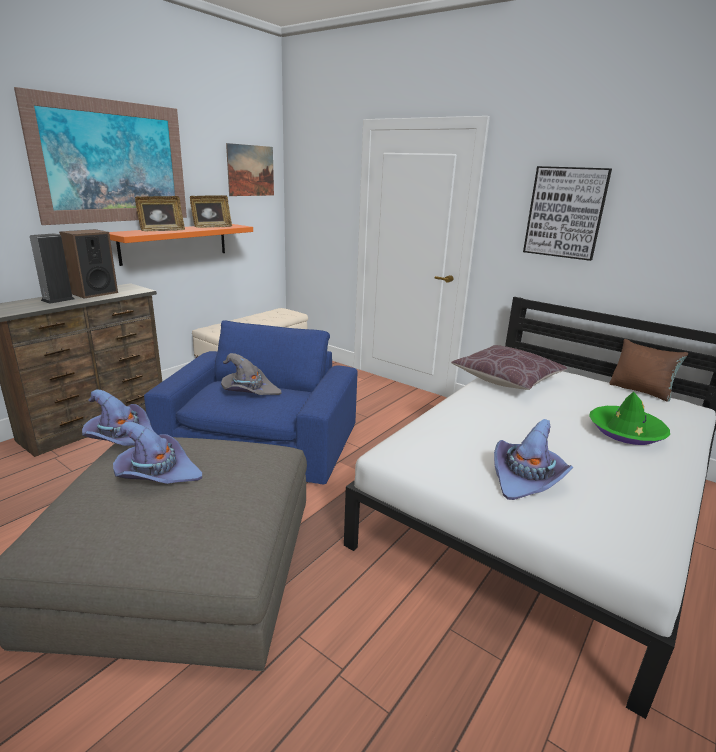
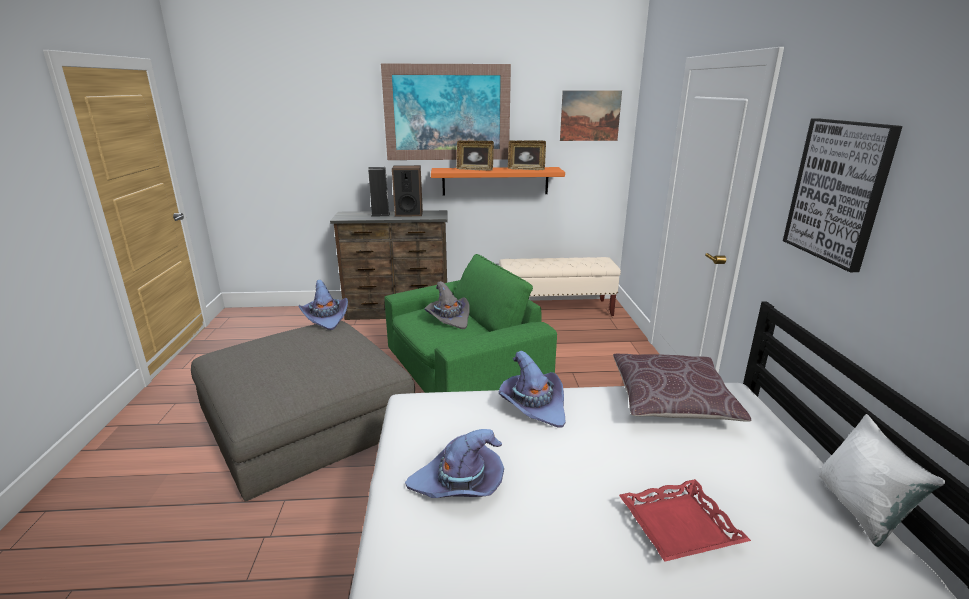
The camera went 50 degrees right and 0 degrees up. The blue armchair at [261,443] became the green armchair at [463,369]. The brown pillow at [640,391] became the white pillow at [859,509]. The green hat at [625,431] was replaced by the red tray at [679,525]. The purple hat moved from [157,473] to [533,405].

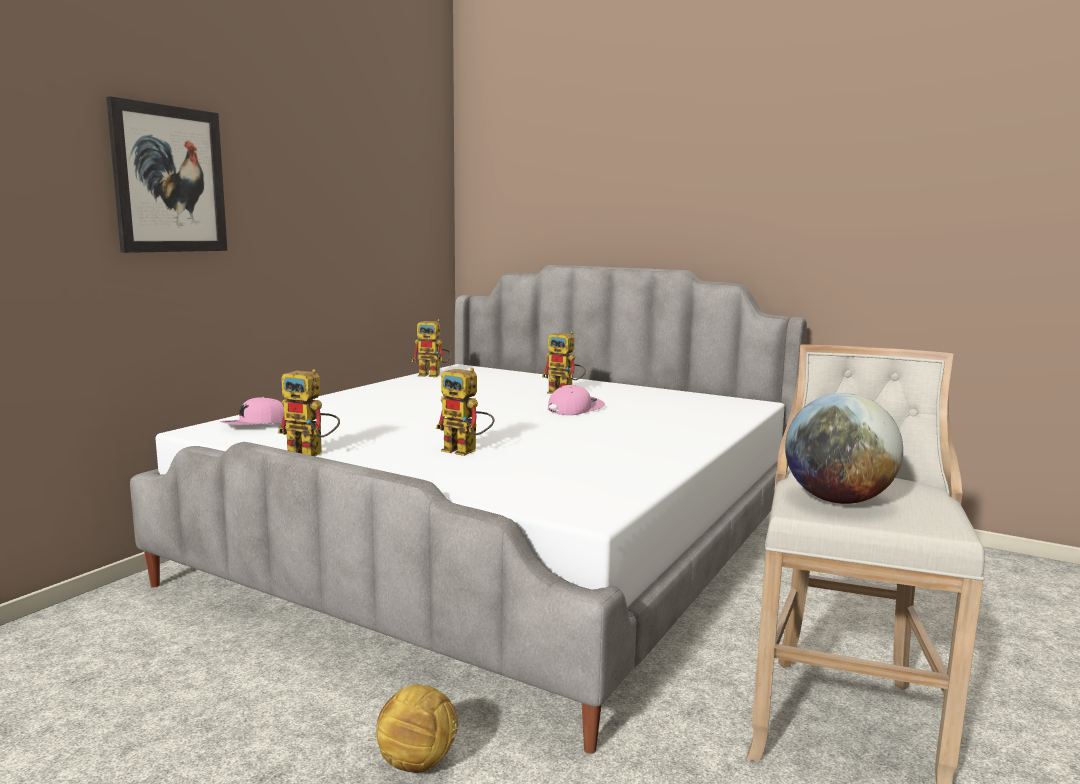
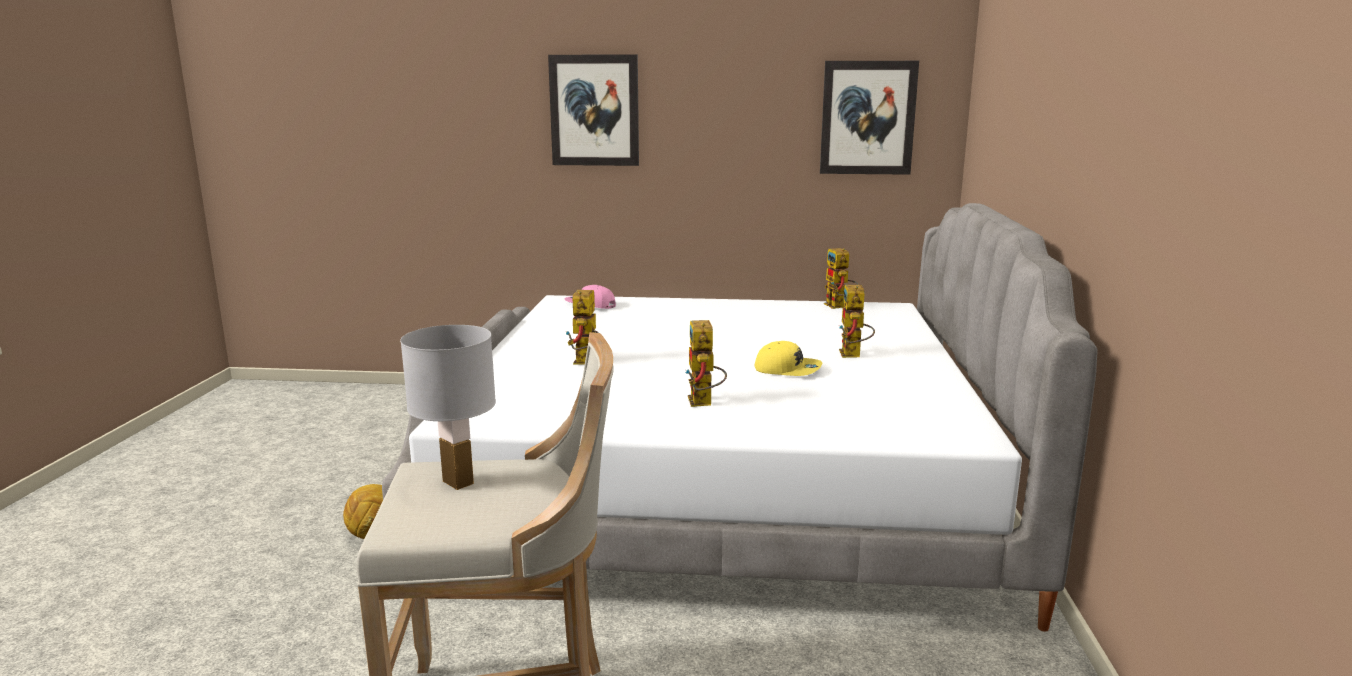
The camera went 65 degrees right and 5 degrees up. The toy robot moved from [312,454] to [704,403]. The pink cap at [575,409] became the yellow cap at [788,369]. The globe at [837,500] was replaced by the white table lamp at [459,482]. The picture at [867,118] appeared.

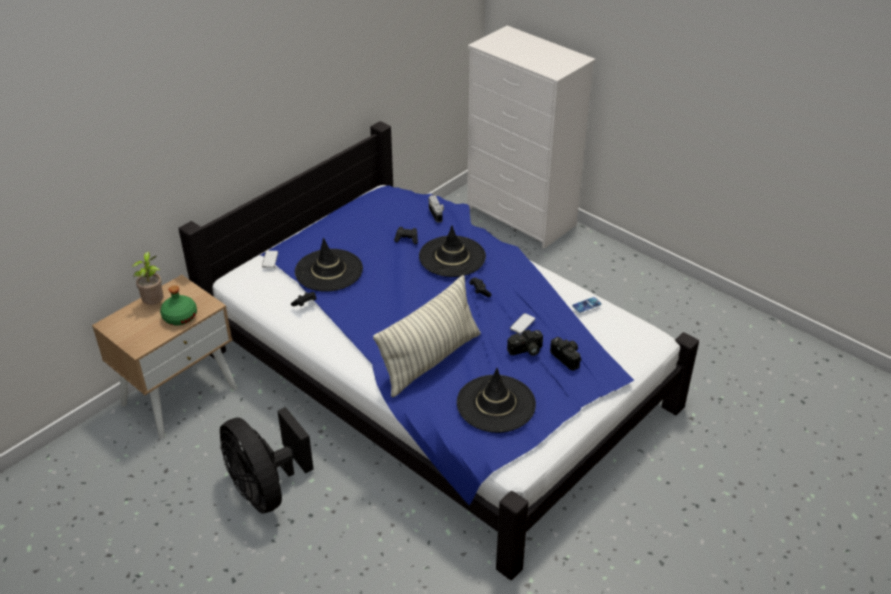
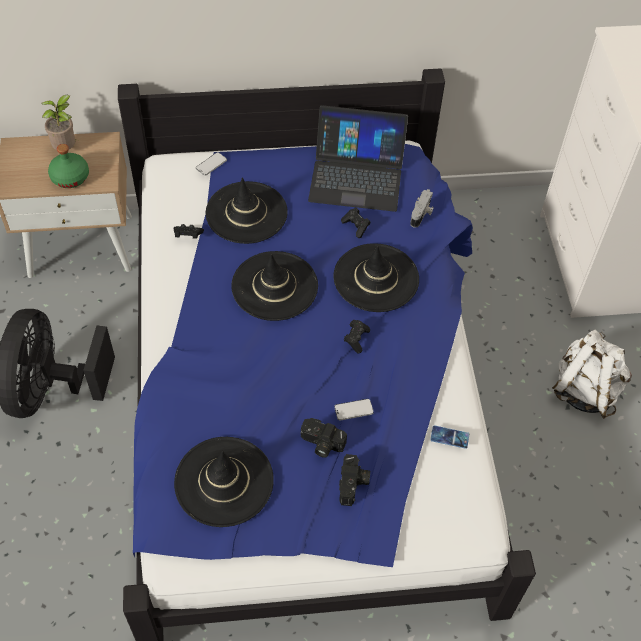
The camera went 40 degrees right and 15 degrees up. The pillow at [430,360] disappeared. The laptop at [356,176] appeared. The black hat at [275,286] appeared. The white backpack at [584,390] appeared.

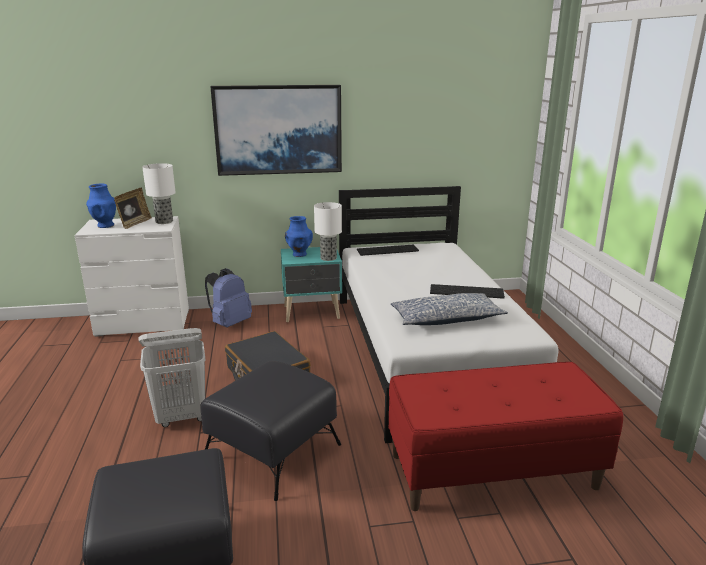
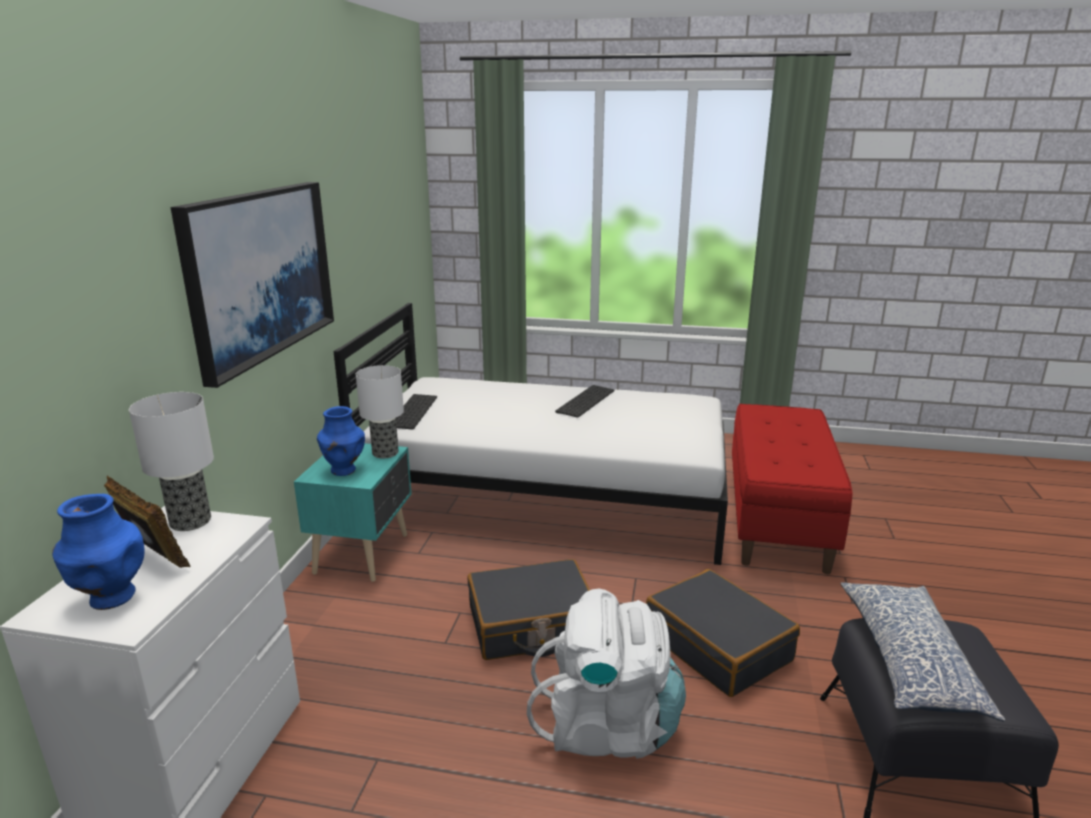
The camera went 70 degrees left and 0 degrees up. The blue backpack at [229,323] disappeared. The pillow moved from [446,319] to [907,660]. The white laundry basket at [182,417] was replaced by the white backpack at [608,727]. The black ottoman at [273,451] was replaced by the black suitcase at [718,646].

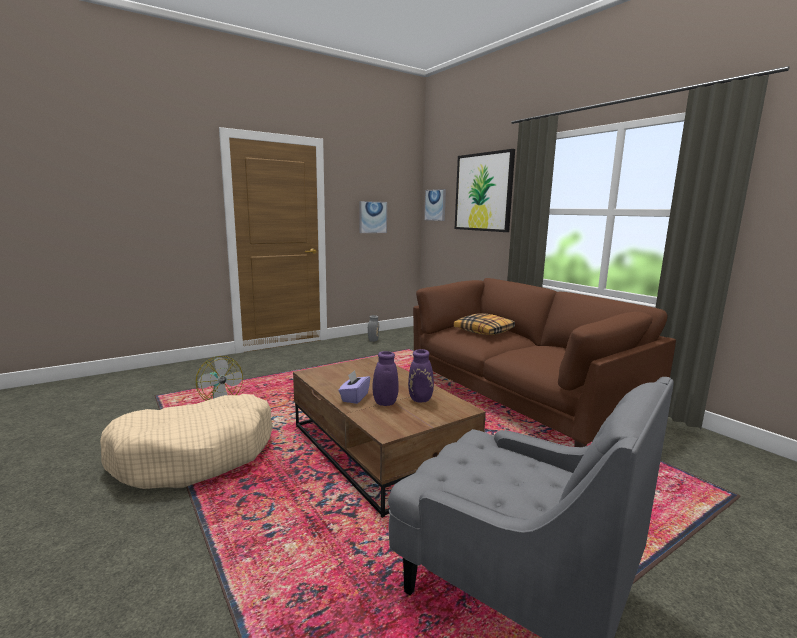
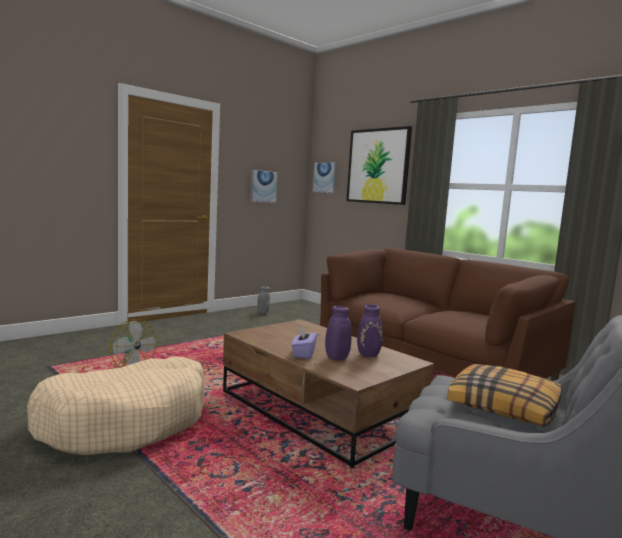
The camera went 10 degrees left and 5 degrees down. The pillow moved from [484,331] to [504,407].

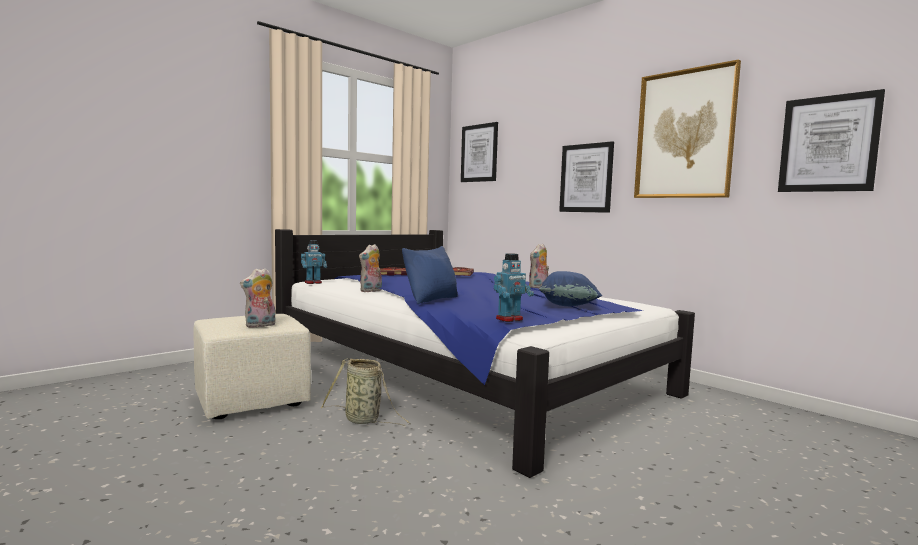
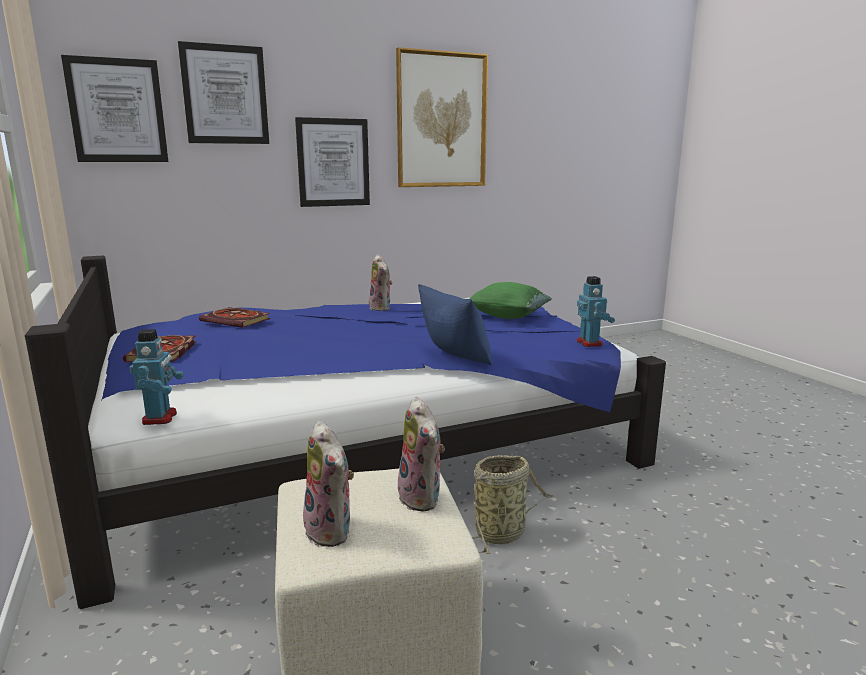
The camera went 70 degrees left and 10 degrees up. The picture moved from [828,144] to [225,95]. The plush toy moved from [371,291] to [332,531]. The blue pillow at [568,305] became the green pillow at [508,317].

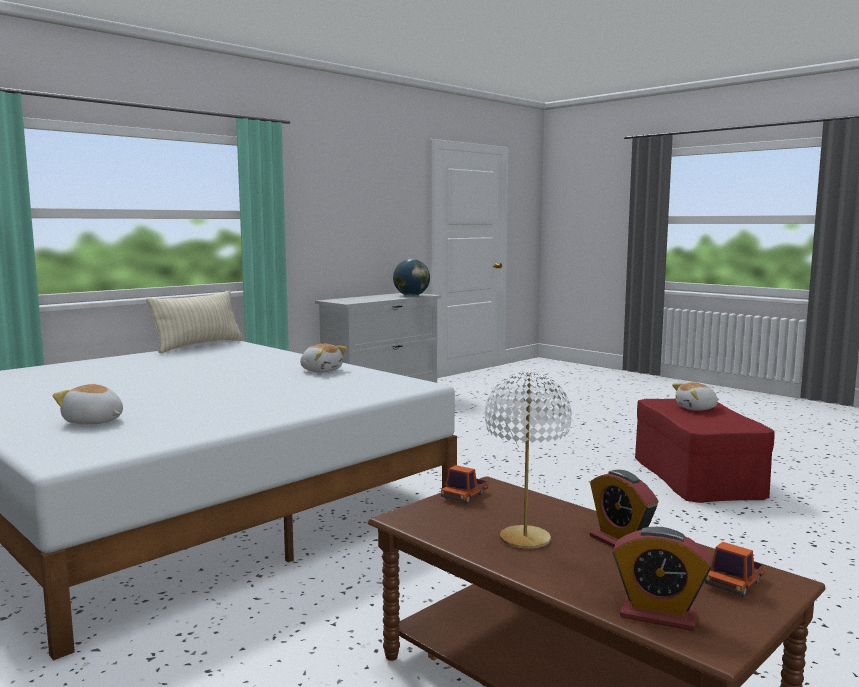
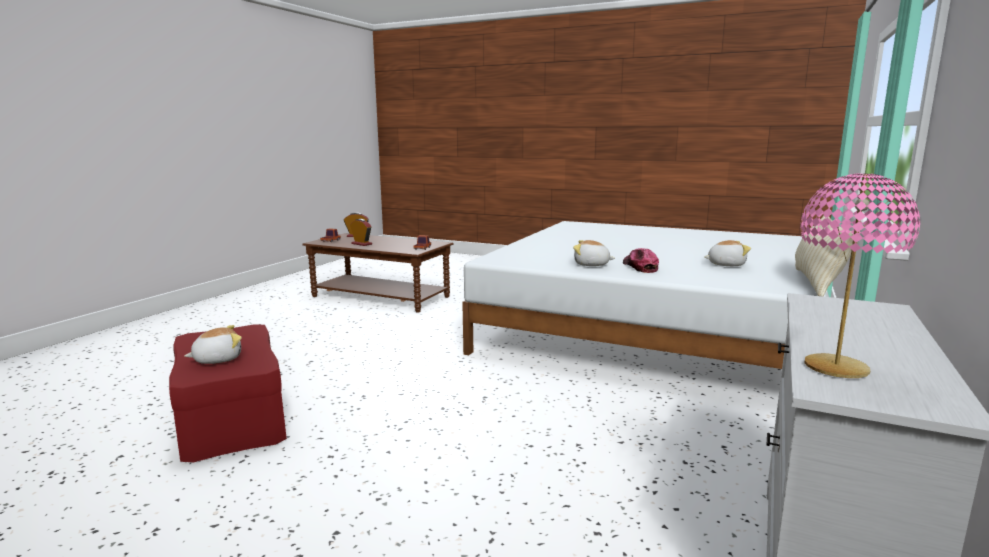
The camera went 160 degrees right and 5 degrees up. The globe at [411,296] was replaced by the pink table lamp at [837,368]. The white table lamp at [525,539] disappeared. The plush toy moved from [93,422] to [725,264]. The cap at [640,267] appeared.

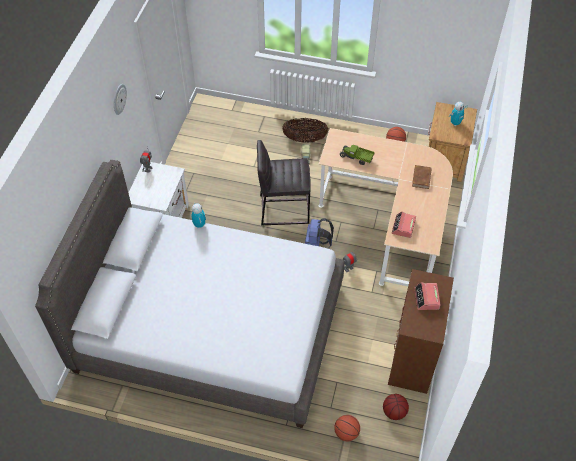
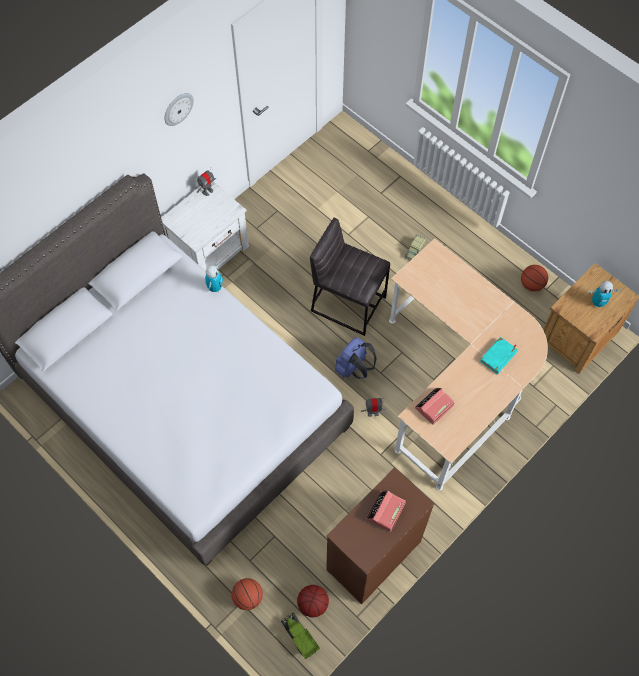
The camera went 30 degrees right and 10 degrees up. The basket at [304,139] disappeared. The toy truck moved from [356,158] to [299,637]. The brown book at [421,178] became the turquoise book at [498,356].

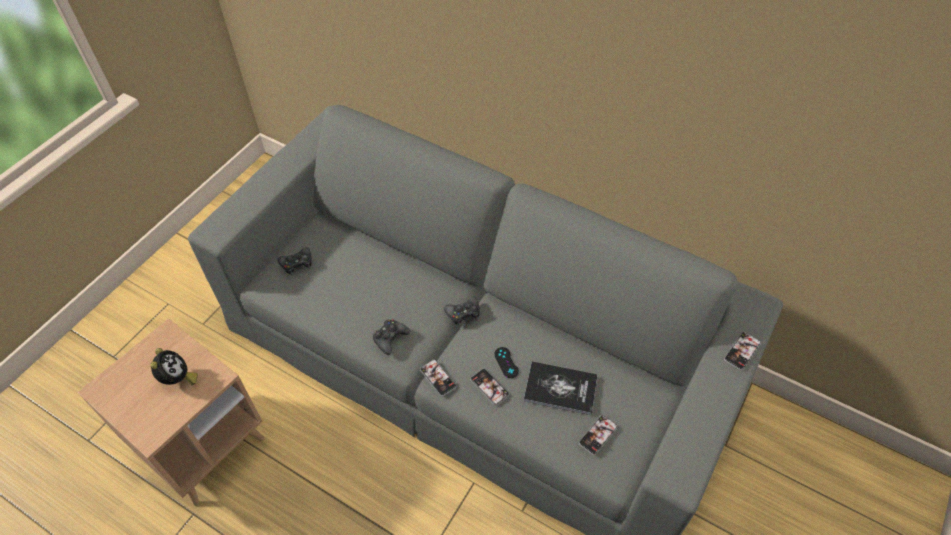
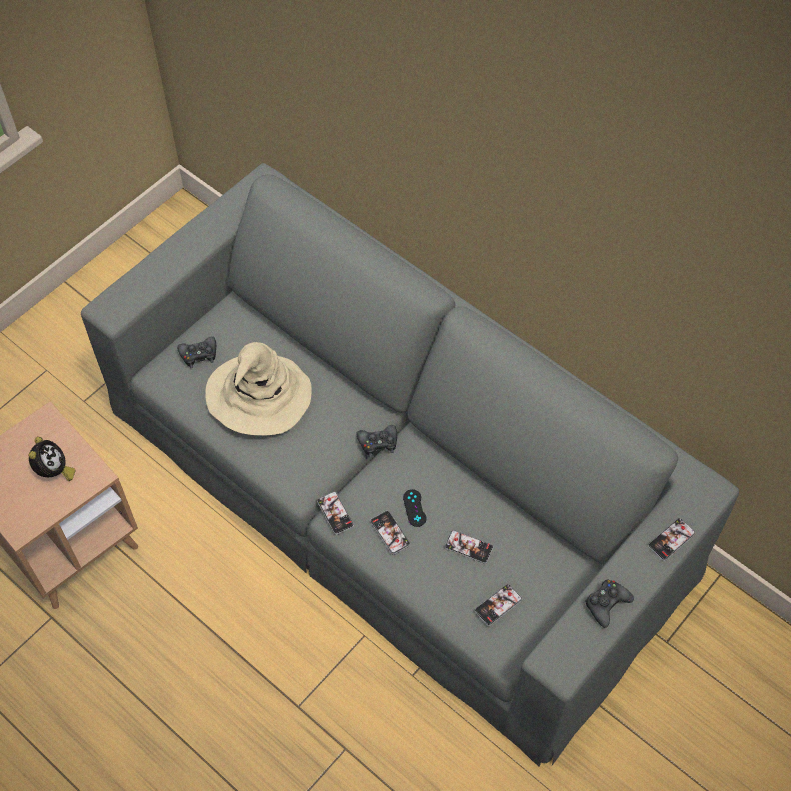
The camera went 10 degrees right and 5 degrees up. The black game controller moved from [390,338] to [606,604]. The book at [560,388] was replaced by the phone at [468,547]. The beige hat at [258,396] appeared.

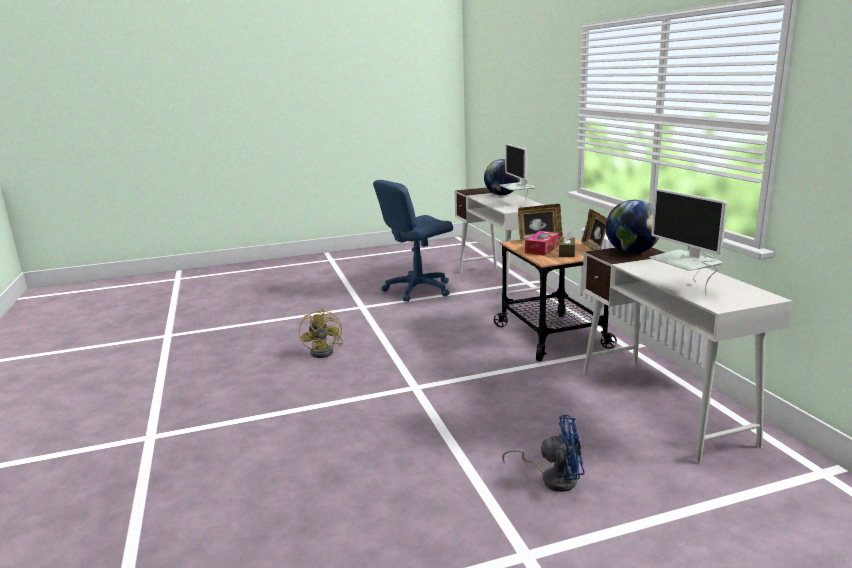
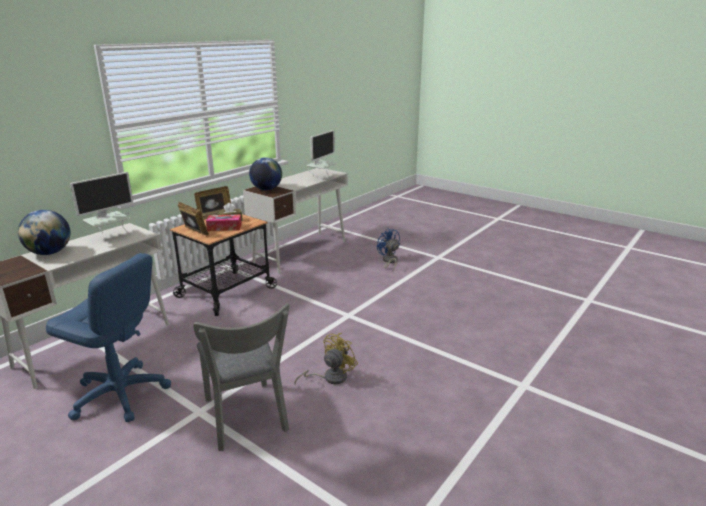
The camera went 125 degrees left and 5 degrees up. The grey chair at [246,419] appeared.

